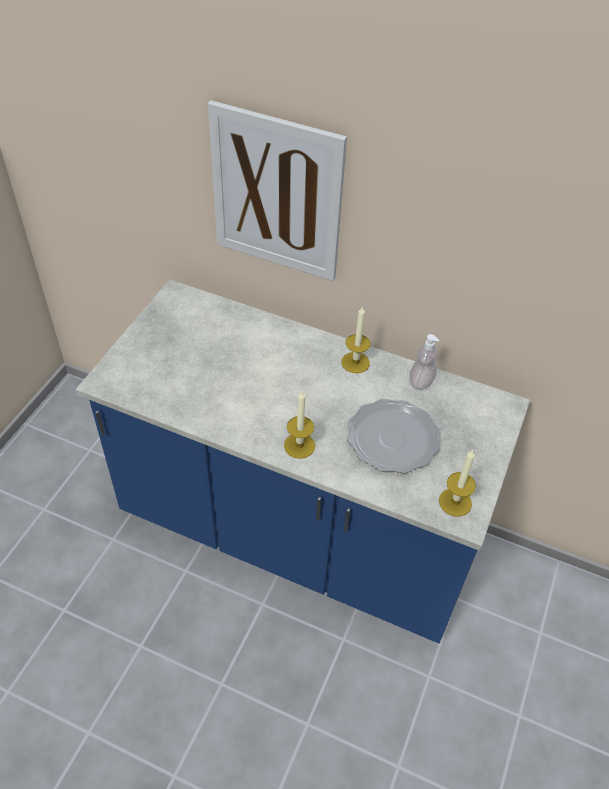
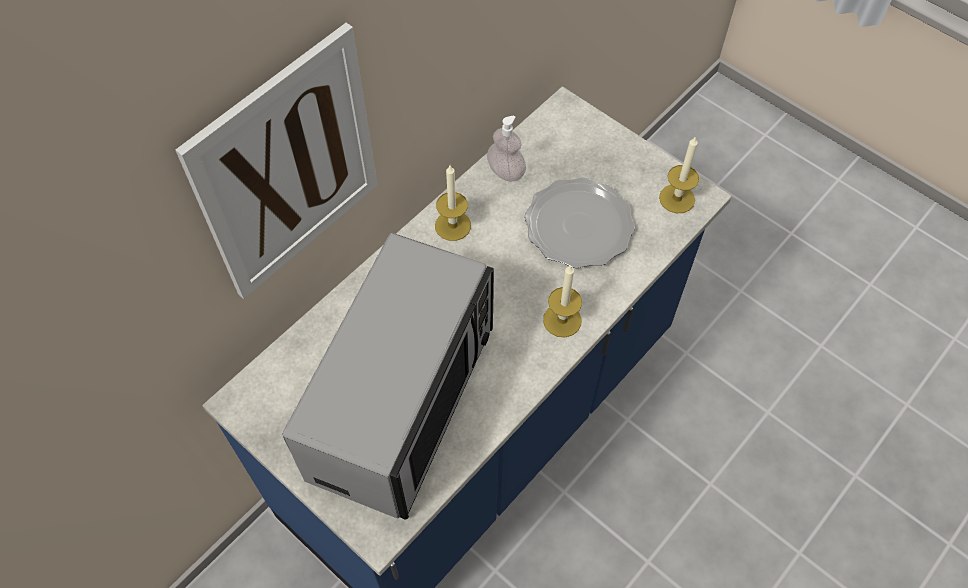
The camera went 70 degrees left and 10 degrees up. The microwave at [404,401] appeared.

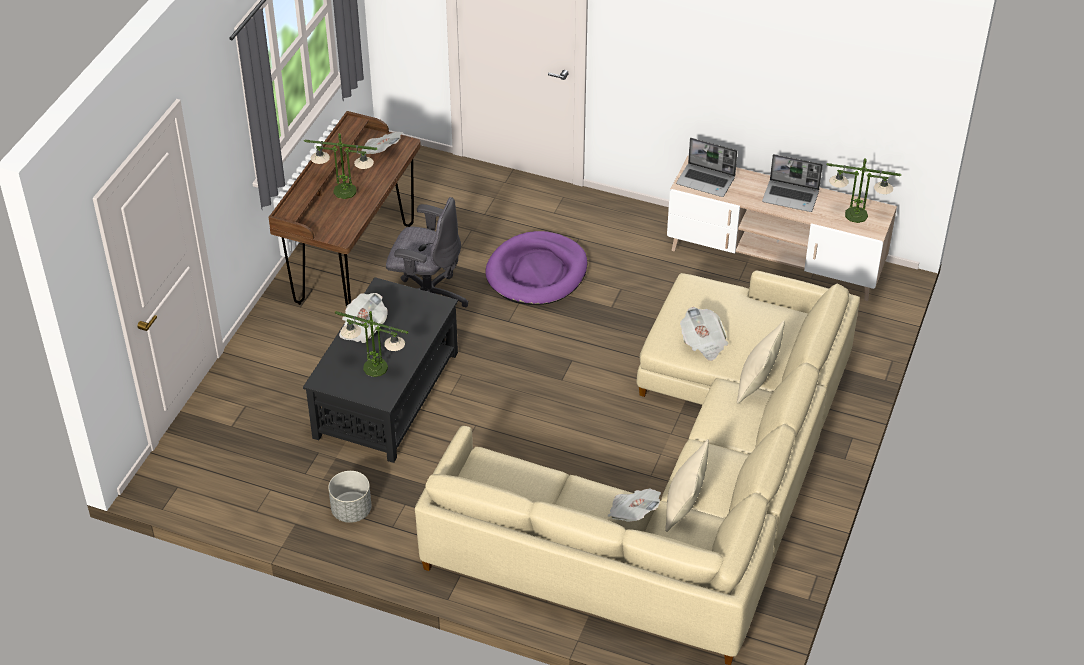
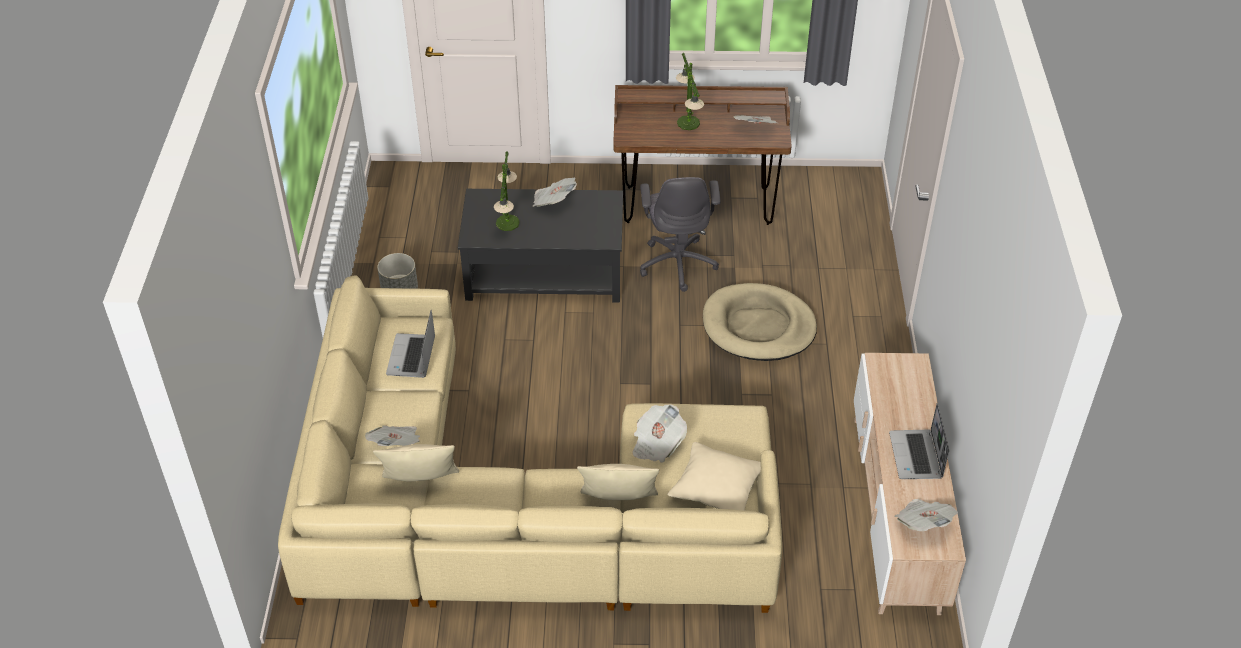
The camera went 70 degrees right and 0 degrees up. The laptop moved from [706,181] to [412,357]. The table lamp at [856,215] was replaced by the newspaper at [923,523]. The purple dog bed at [537,272] became the beige dog bed at [758,326]. The beige pillow at [716,488] appeared.

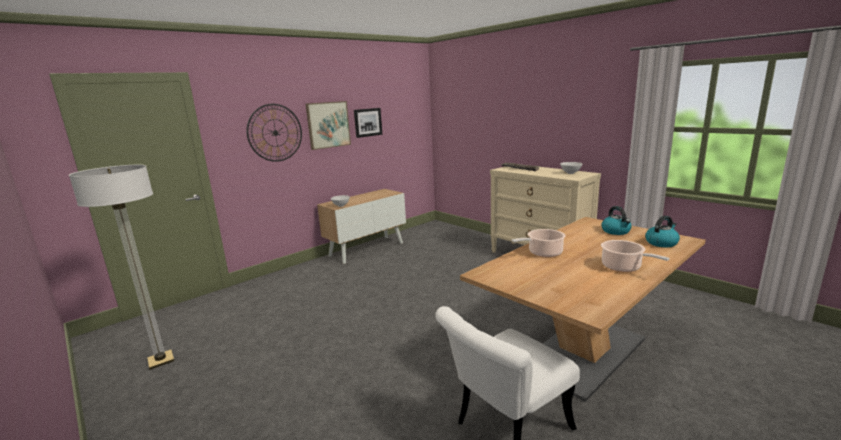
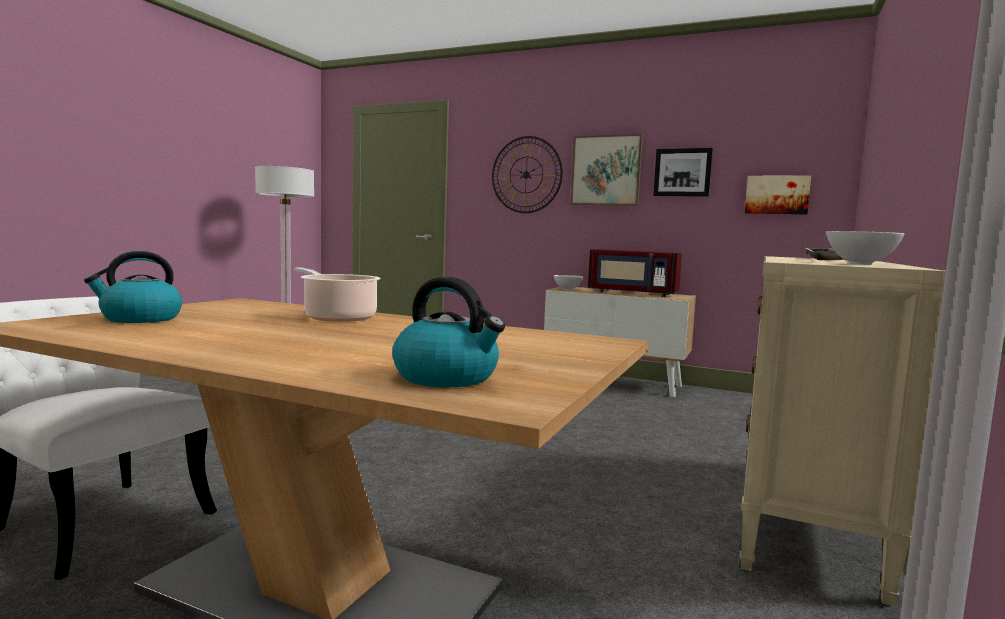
The camera went 65 degrees right and 10 degrees down. The kettle moved from [616,231] to [140,319]. The cooking pot at [623,267] disappeared. The picture at [777,195] appeared. The red microwave at [632,293] appeared.

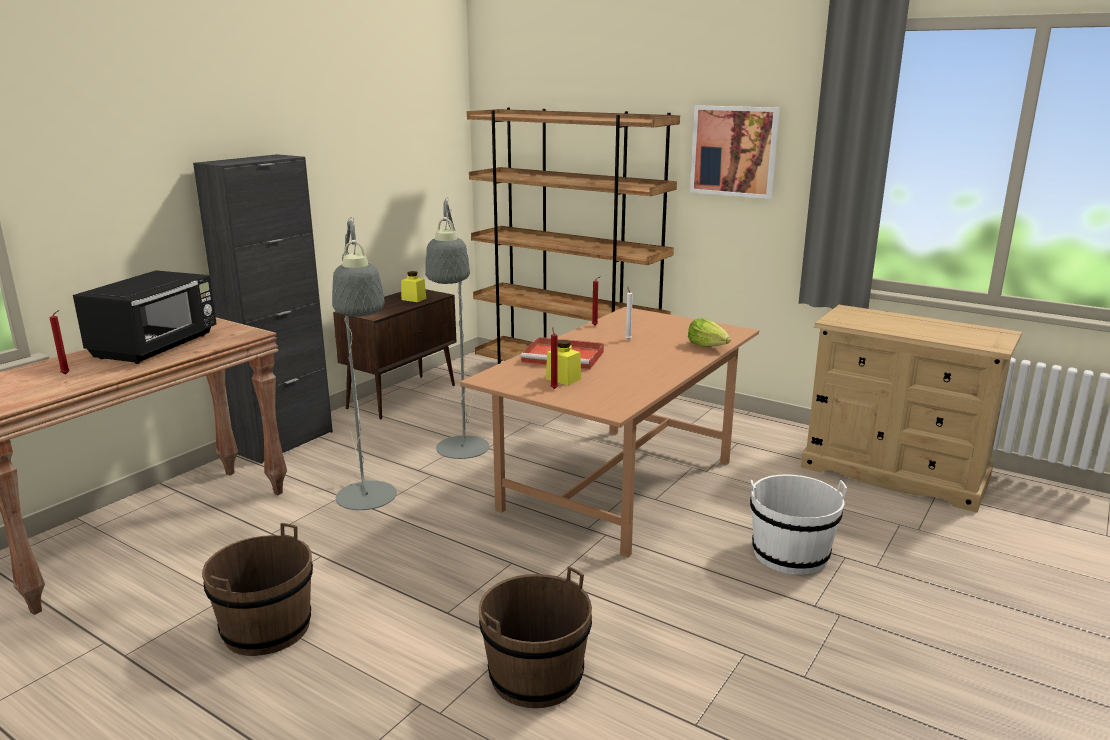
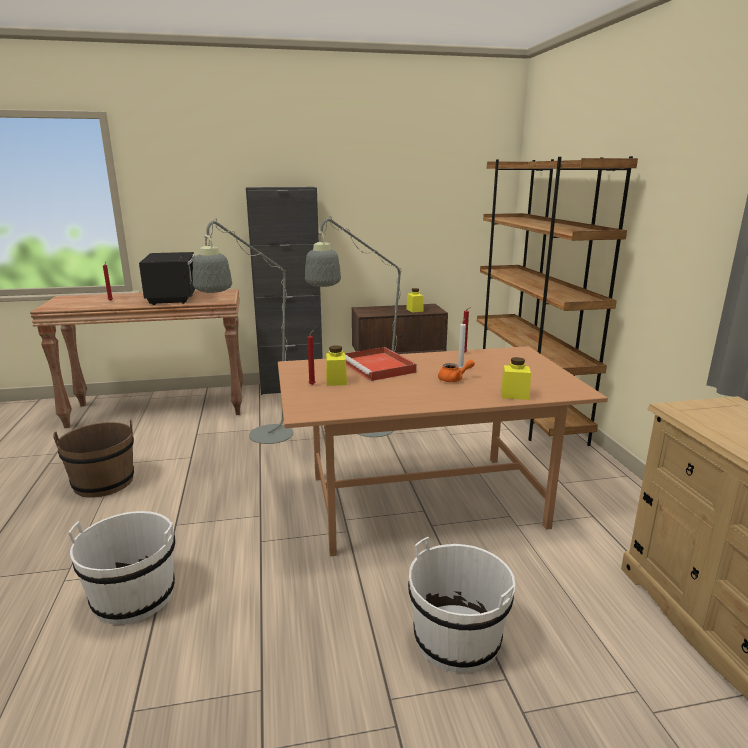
The camera went 45 degrees right and 0 degrees up. The picture at [734,151] disappeared. The black microwave at [157,346] turned 75 degrees counterclockwise. The lettuce at [708,346] was replaced by the yellow jar at [514,395]. The brown bucket at [536,676] became the white bucket at [134,597]. The orange teapot at [454,379] appeared.

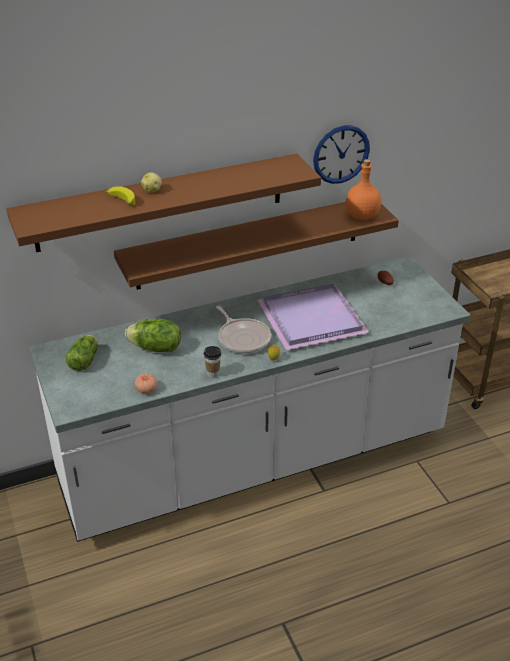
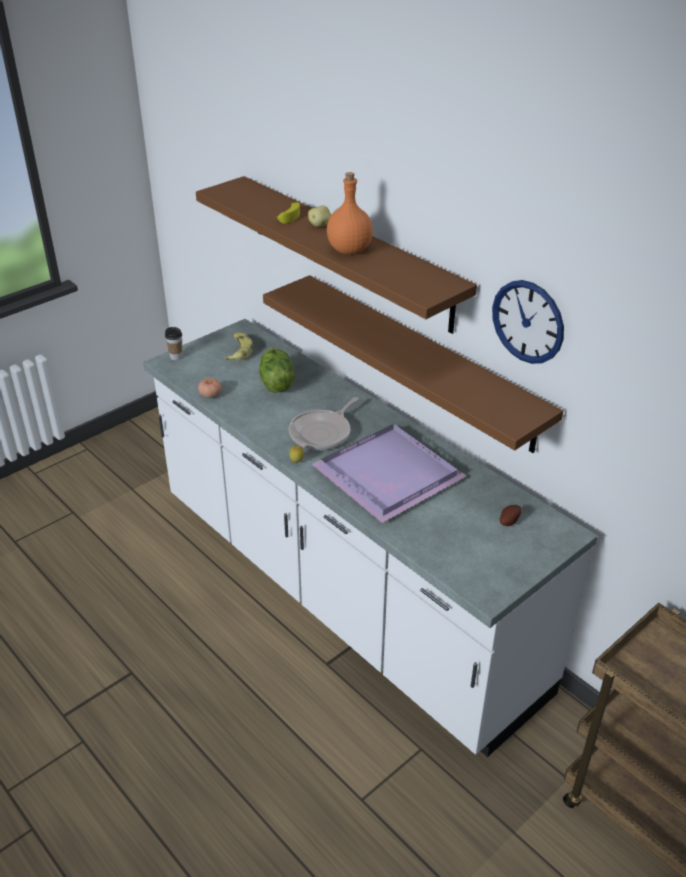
The camera went 70 degrees right and 0 degrees up. The orange bottle moved from [362,216] to [348,250]. The lettuce at [85,360] was replaced by the banana at [238,350]. The cup moved from [213,374] to [176,357].

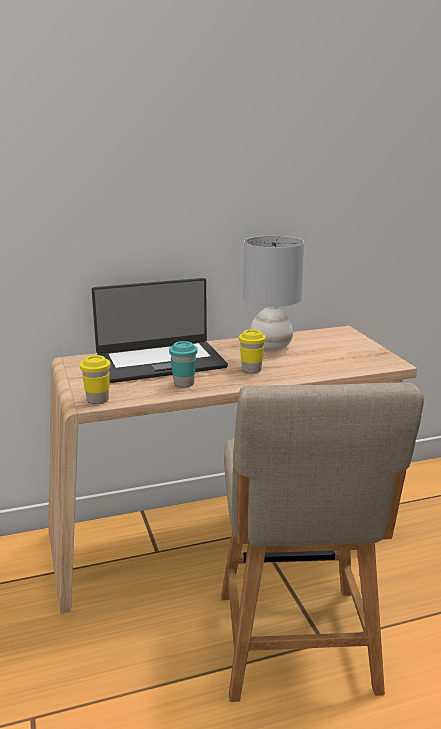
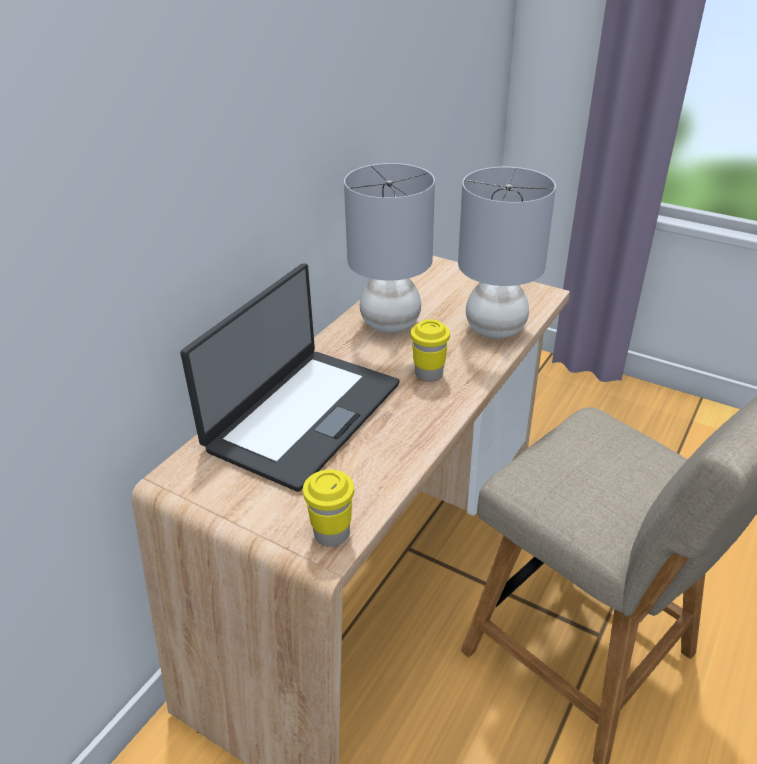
The camera went 40 degrees left and 15 degrees up. The turquoise cup at [184,383] disappeared. The grey table lamp at [494,329] appeared.

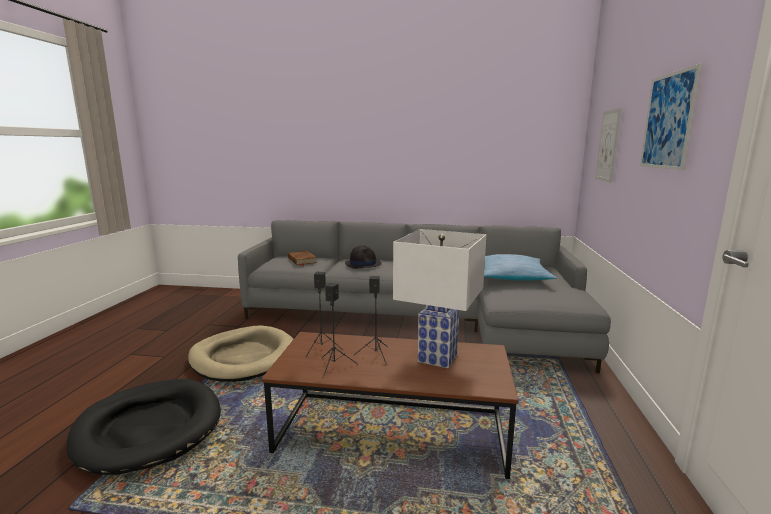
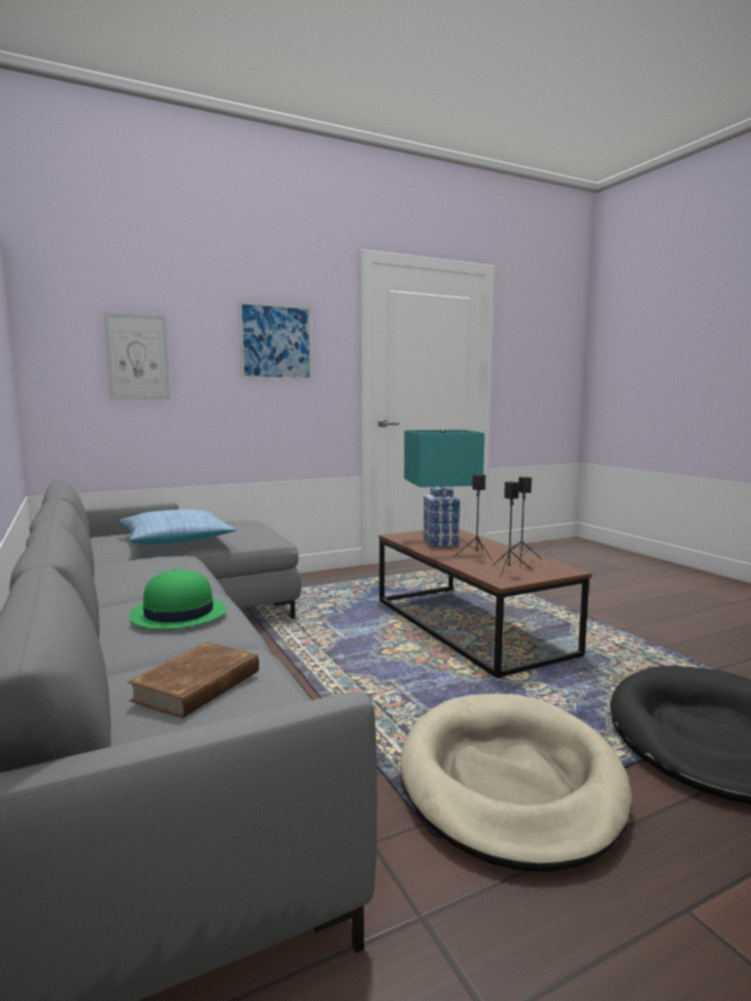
The camera went 125 degrees left and 5 degrees down. The white table lamp at [437,357] became the turquoise table lamp at [440,543]. The black hat at [363,263] became the green hat at [178,614].

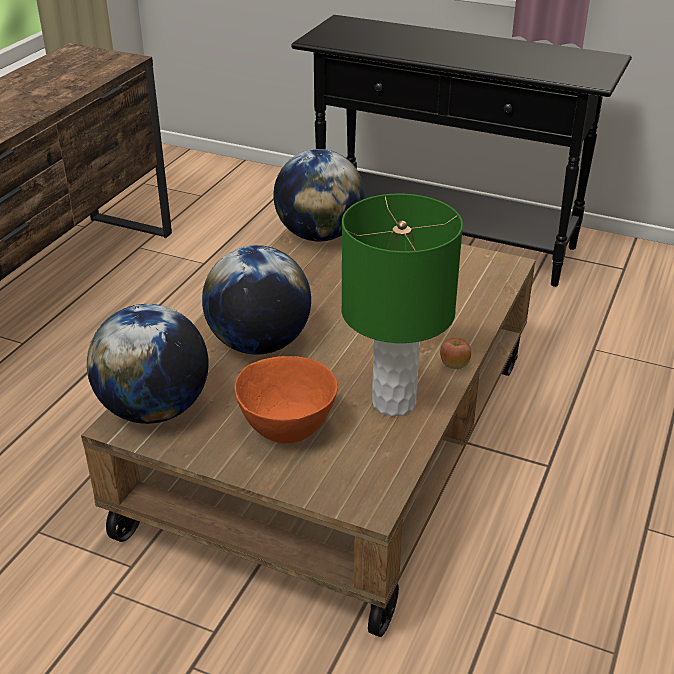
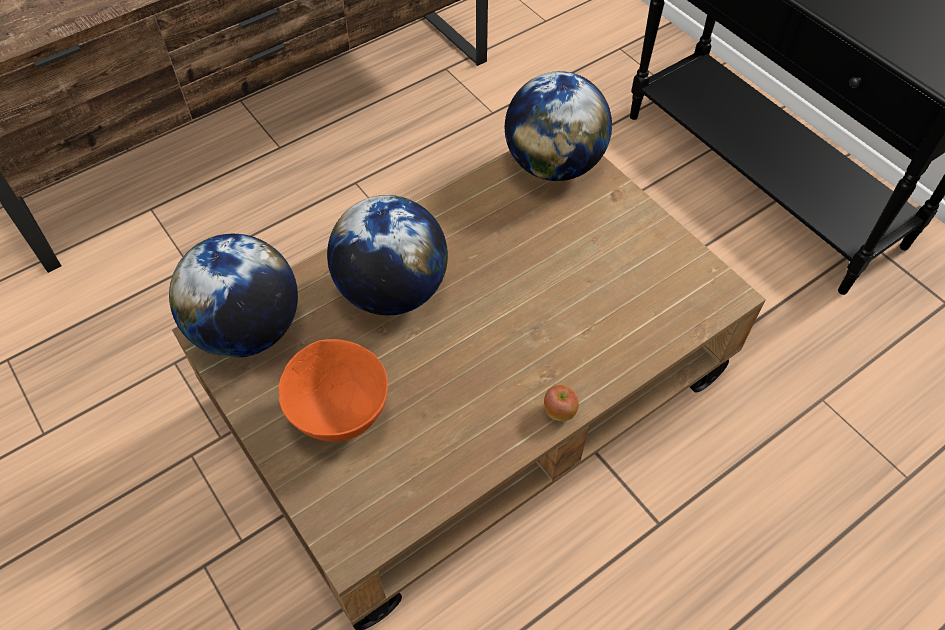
The camera went 30 degrees right and 20 degrees up. The green table lamp at [393,402] disappeared.

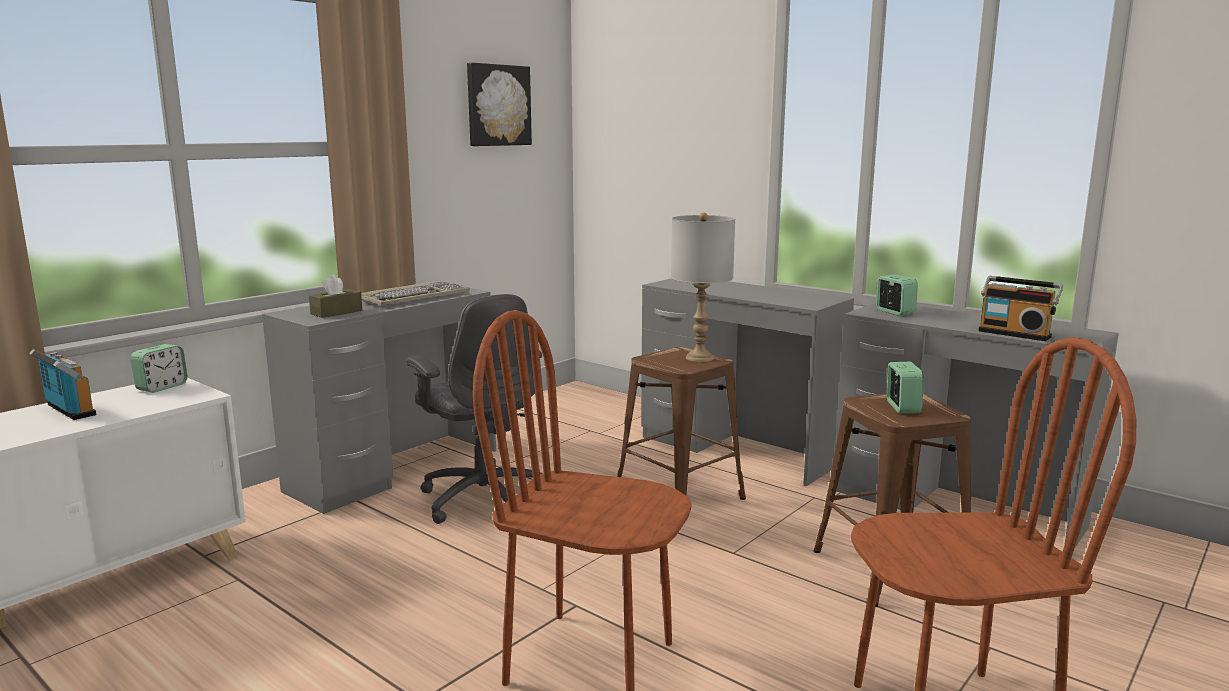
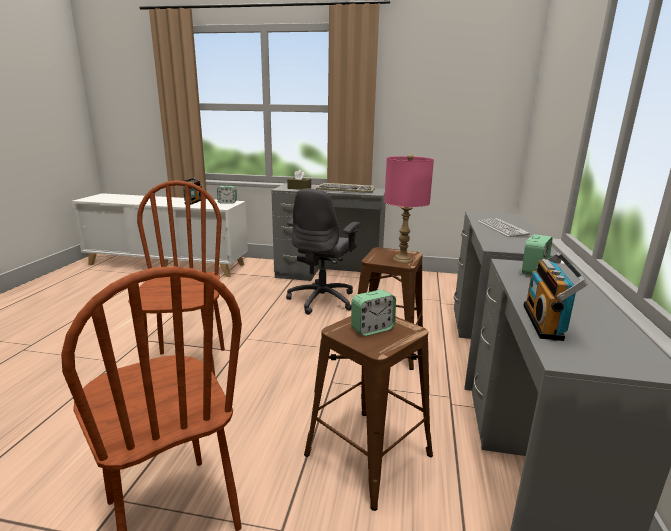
The camera went 60 degrees right and 5 degrees up. The picture at [497,105] disappeared. The grey table lamp at [699,358] became the pink table lamp at [402,259]. The keyboard at [502,228] appeared.

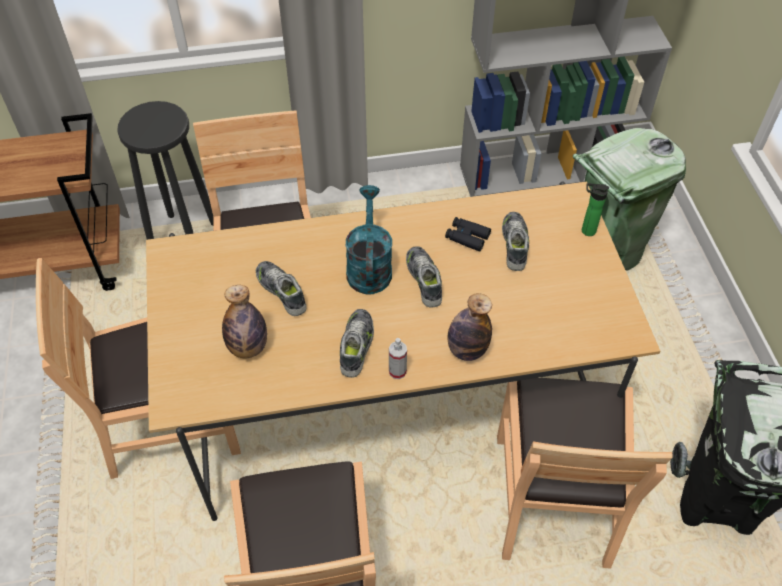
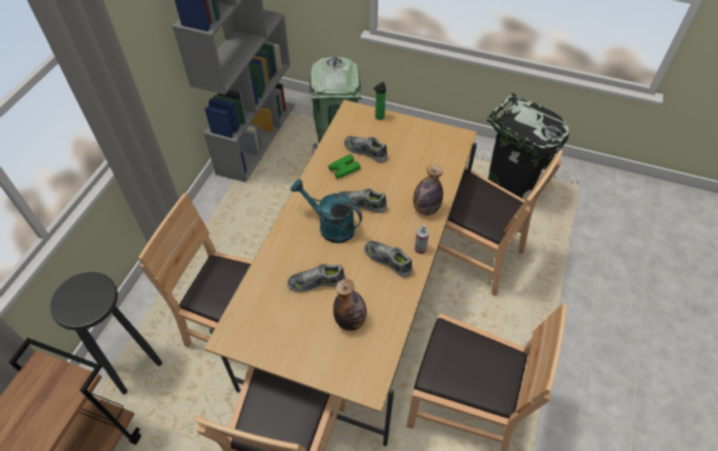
The camera went 60 degrees left and 0 degrees up. The black binoculars at [467,237] became the green binoculars at [344,169].

